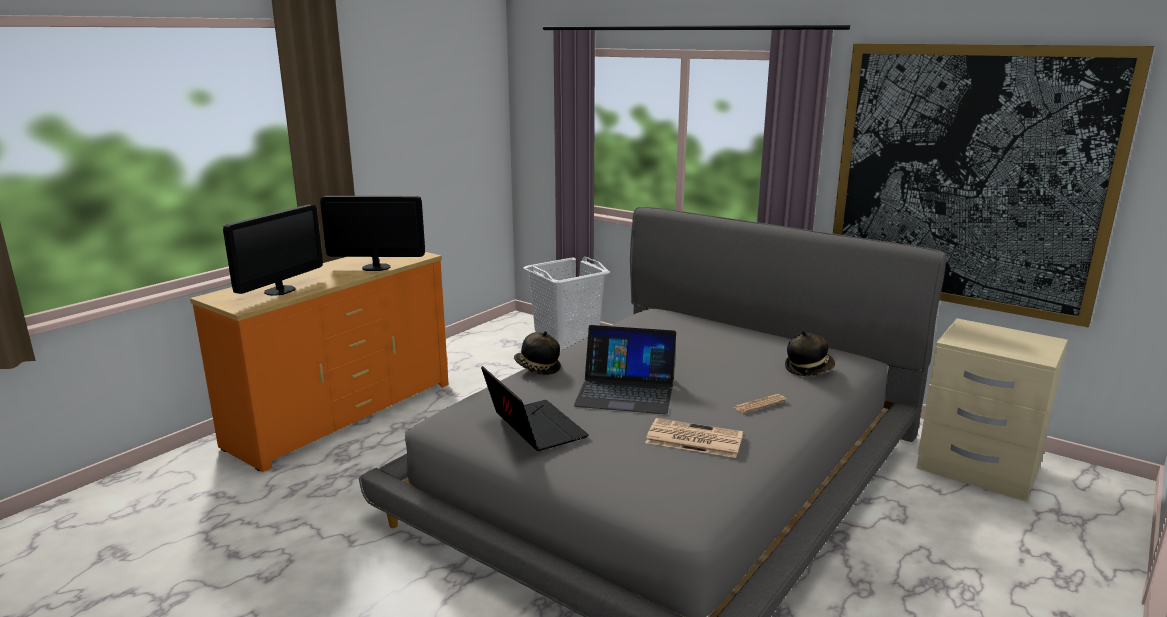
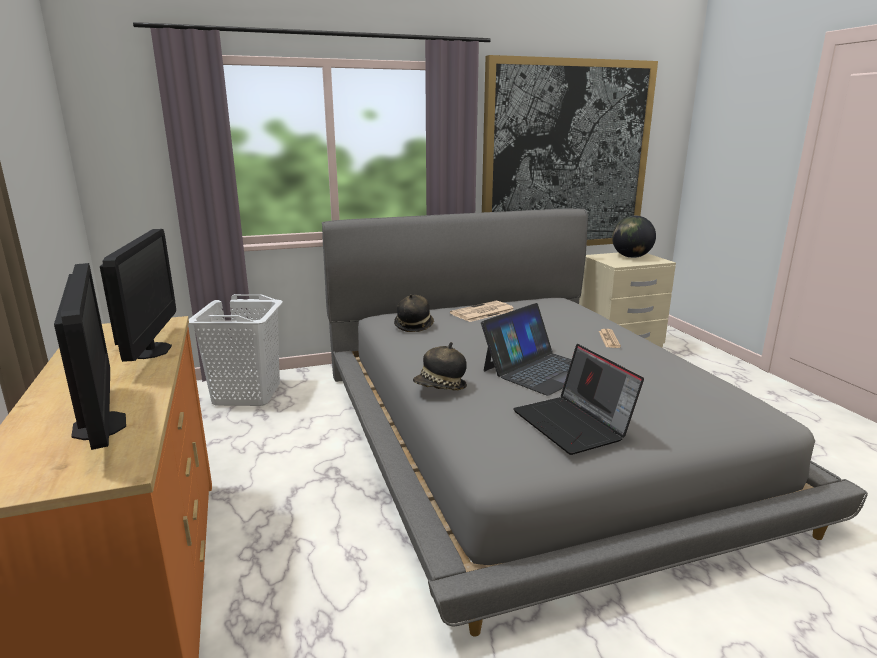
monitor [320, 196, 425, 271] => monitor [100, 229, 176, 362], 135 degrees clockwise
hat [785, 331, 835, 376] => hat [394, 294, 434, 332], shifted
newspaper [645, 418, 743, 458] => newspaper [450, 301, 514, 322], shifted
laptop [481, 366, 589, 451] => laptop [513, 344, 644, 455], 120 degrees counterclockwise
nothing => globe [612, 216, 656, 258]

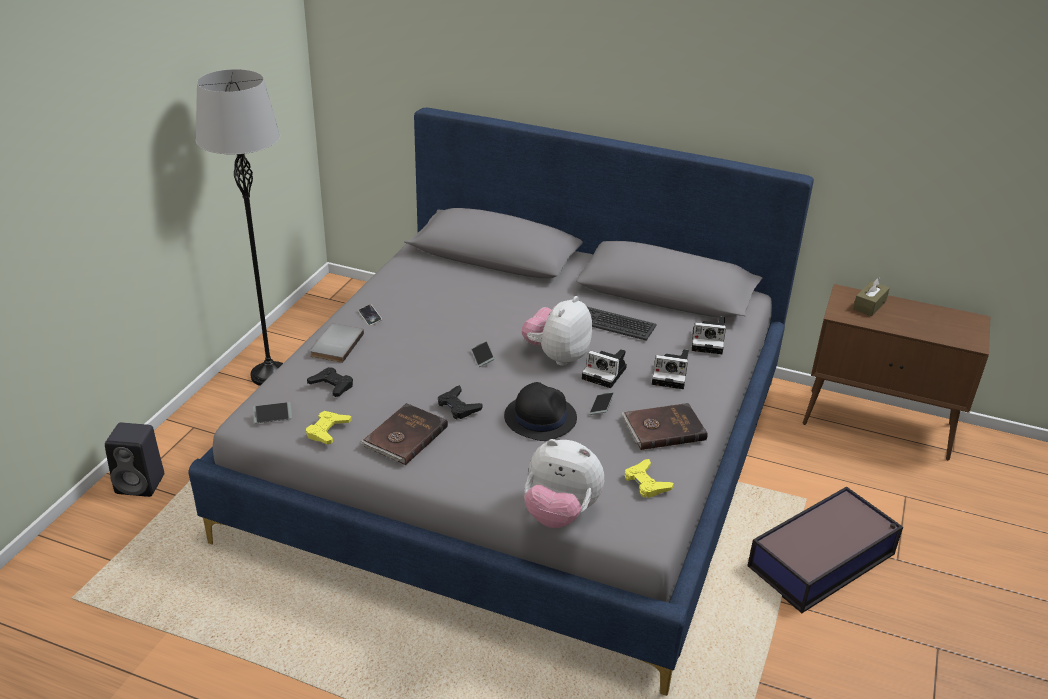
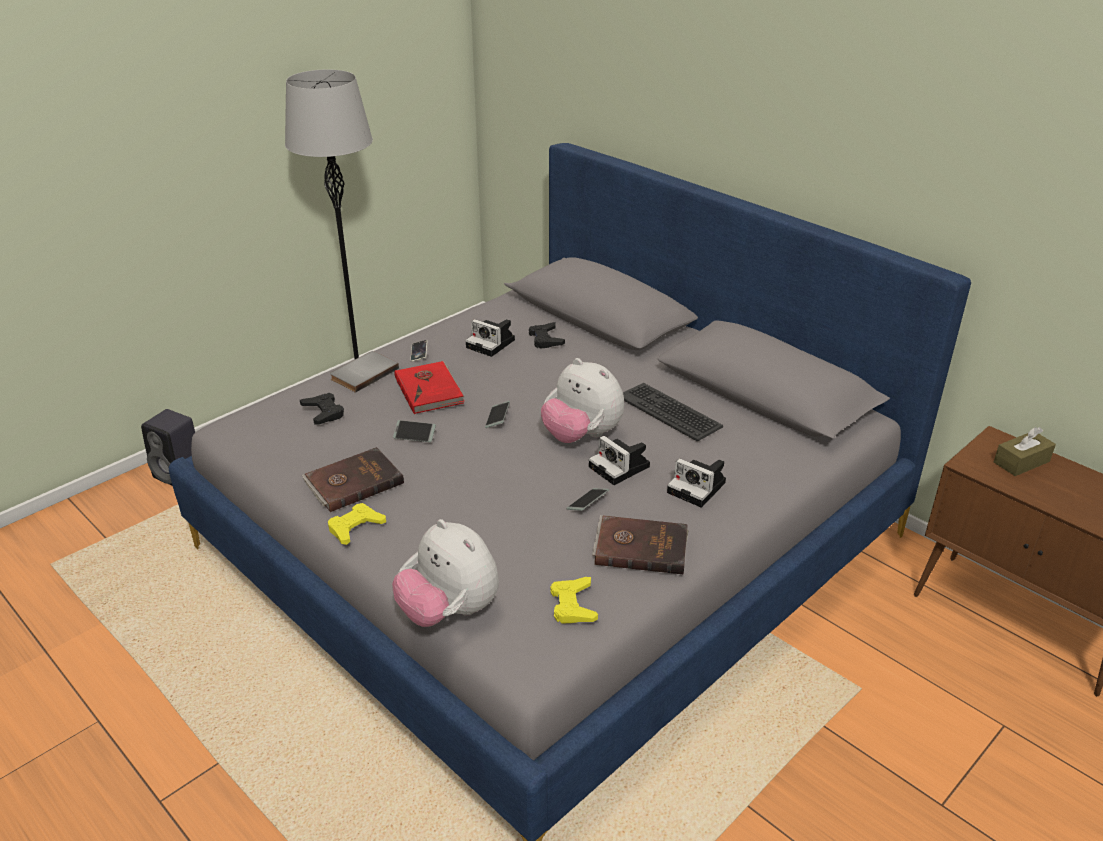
yellow game controller [306, 411, 352, 444] => yellow game controller [328, 503, 386, 545], shifted
phone [253, 402, 292, 423] => phone [393, 420, 436, 442], shifted
nothing => red book [395, 361, 465, 414]
photo camera [692, 316, 726, 354] => photo camera [465, 319, 515, 357], shifted
black game controller [438, 385, 483, 419] => black game controller [529, 322, 565, 349], shifted
plush toy [522, 296, 592, 366] => plush toy [541, 358, 624, 443], 105 degrees counterclockwise
black hat [504, 382, 577, 441] => nothing
storage box [747, 486, 903, 613] => nothing

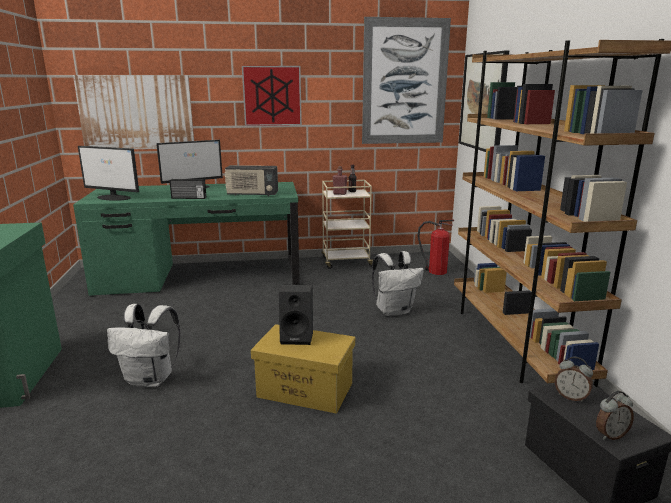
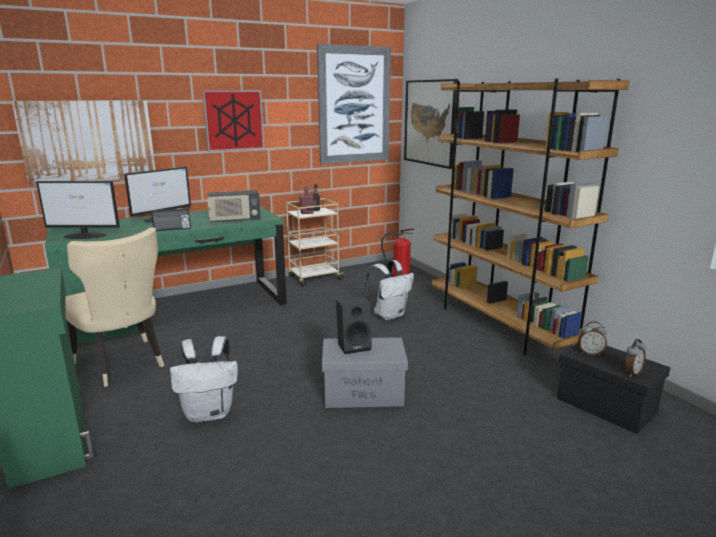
nothing => beige chair [65, 227, 165, 387]
yellow storage box [251, 324, 355, 414] => grey storage box [322, 337, 408, 408]

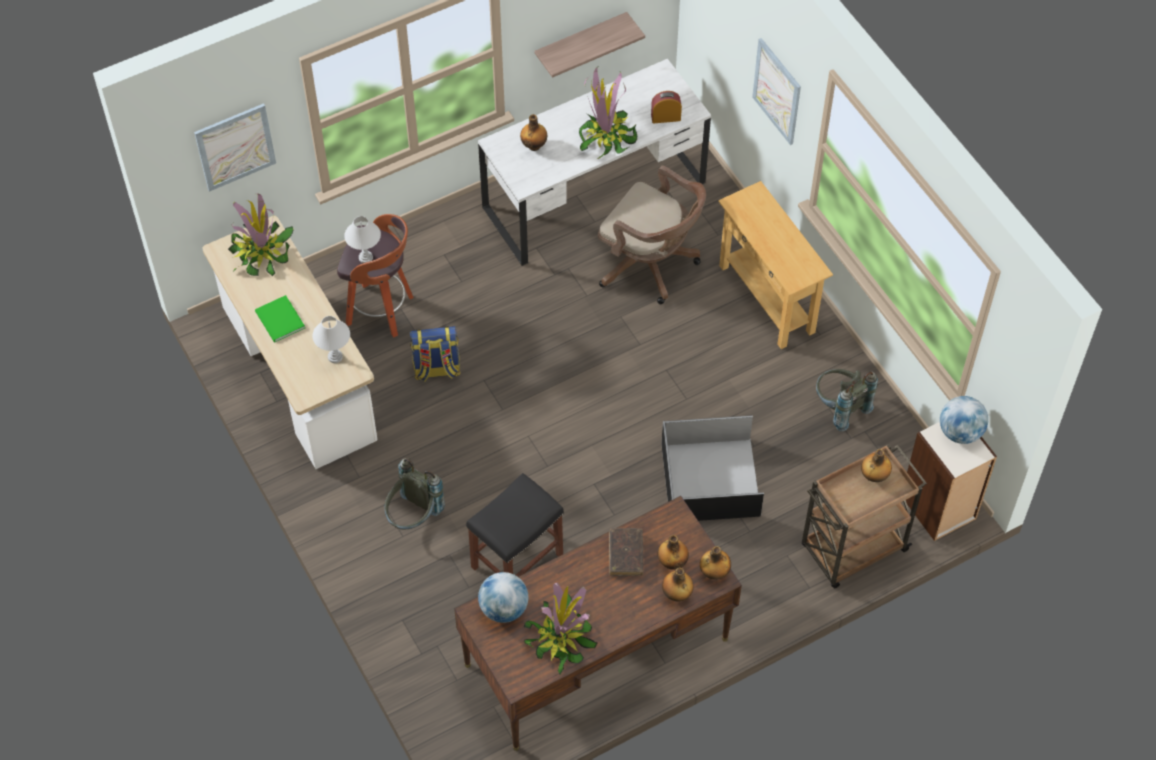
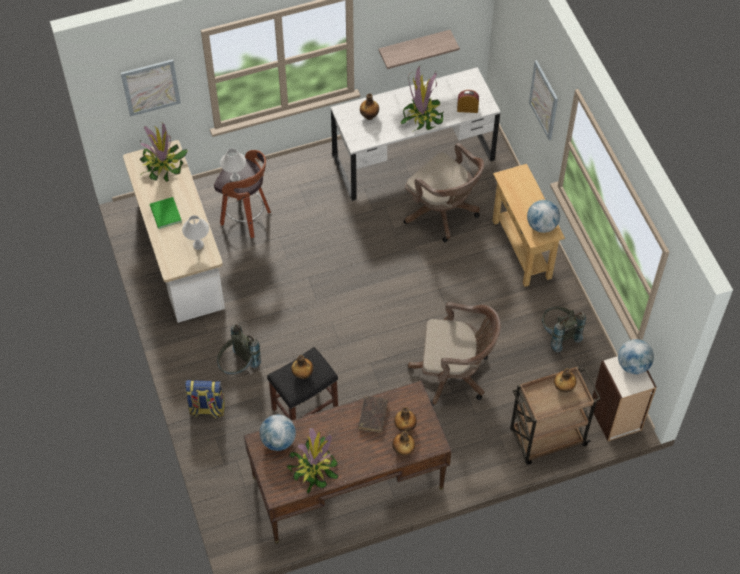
backpack [410, 326, 461, 382] => backpack [185, 380, 225, 418], shifted
bottle [700, 546, 731, 580] => bottle [291, 355, 314, 379], shifted
black storage box [661, 415, 764, 521] => brown office chair [408, 302, 501, 406]
nothing => globe [527, 200, 560, 233]

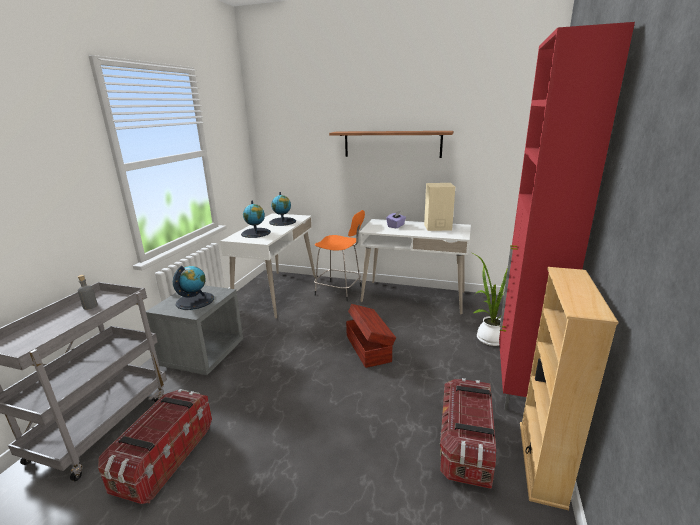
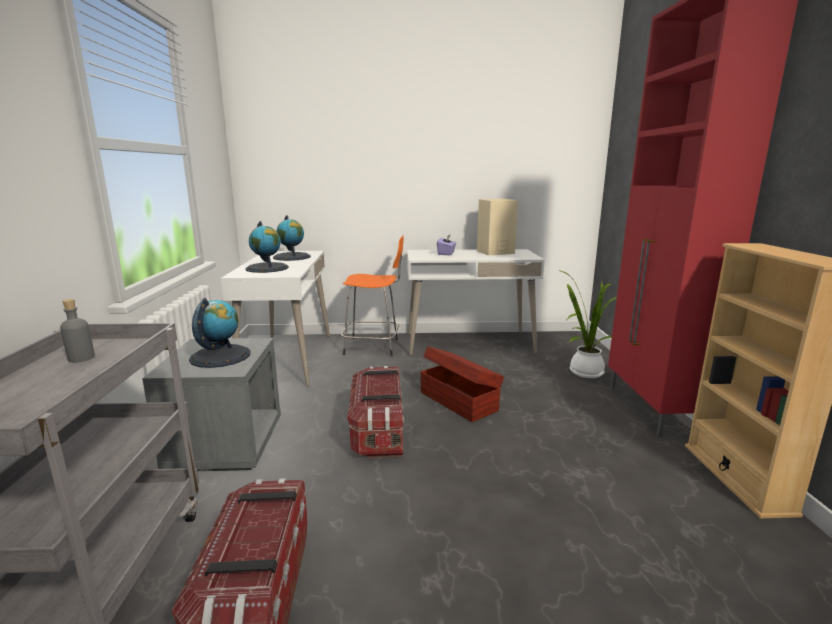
storage box [440, 378, 496, 489] => storage box [347, 366, 404, 458], shifted
shelf [329, 131, 454, 158] => nothing

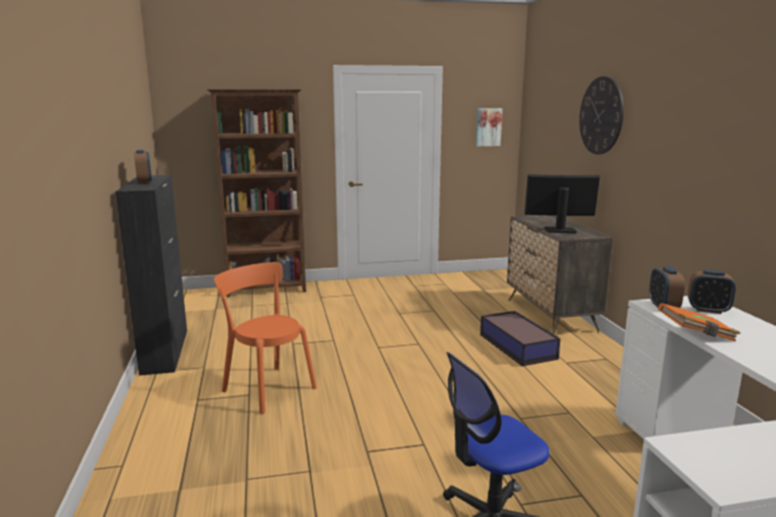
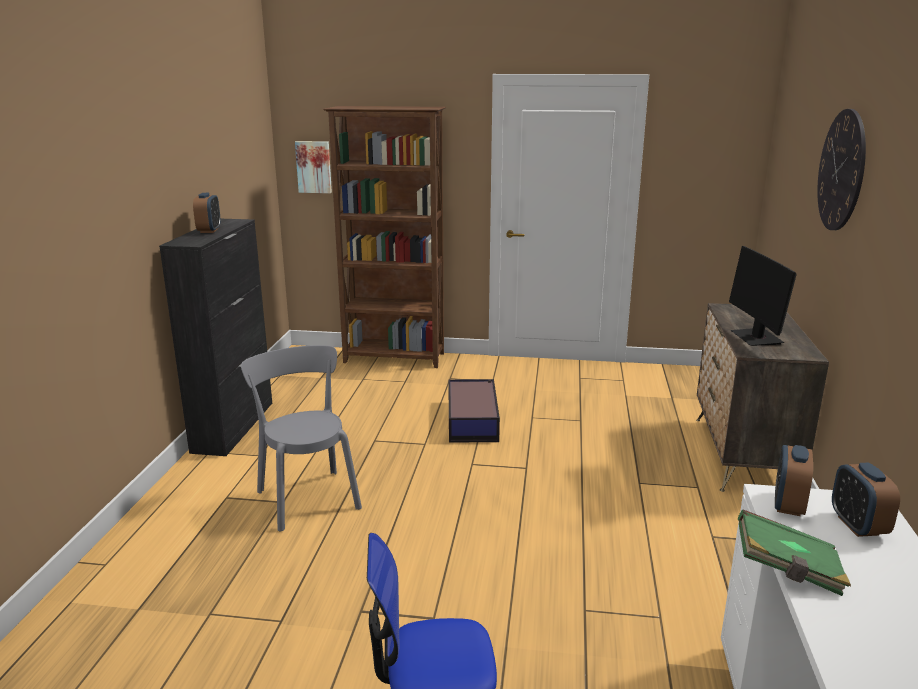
orange chair [214, 262, 317, 414] => grey chair [241, 345, 362, 532]
picture [476, 108, 502, 147] => picture [295, 141, 332, 193], shifted
storage box [480, 311, 560, 366] => storage box [449, 379, 500, 443], shifted
monitor [525, 174, 600, 233] => monitor [729, 246, 797, 346], 120 degrees counterclockwise
orange book [658, 303, 741, 341] => green book [738, 510, 851, 596]
alarm clock [688, 270, 736, 314] => alarm clock [832, 463, 900, 537], 45 degrees clockwise

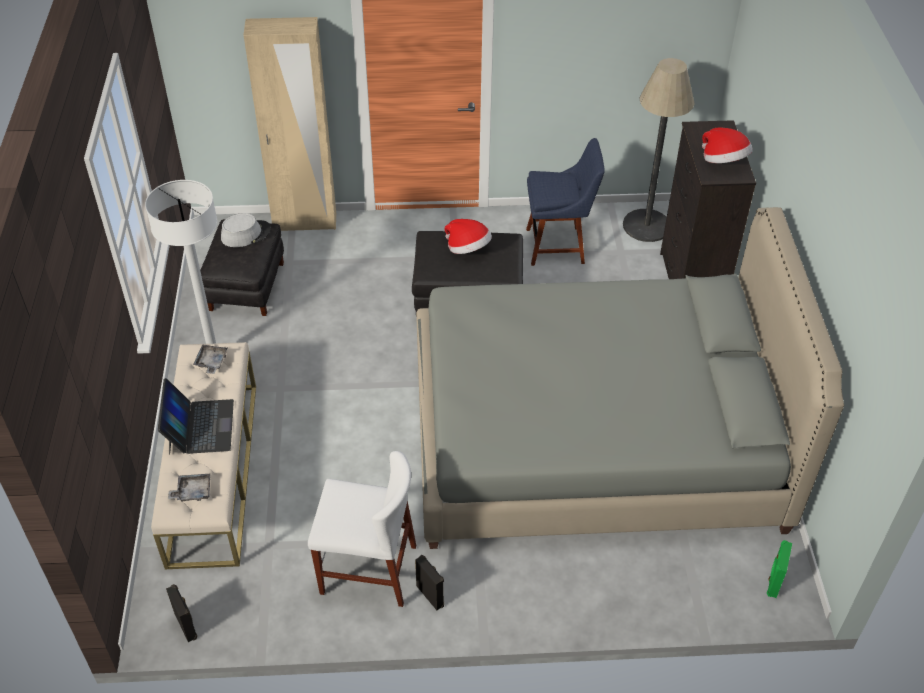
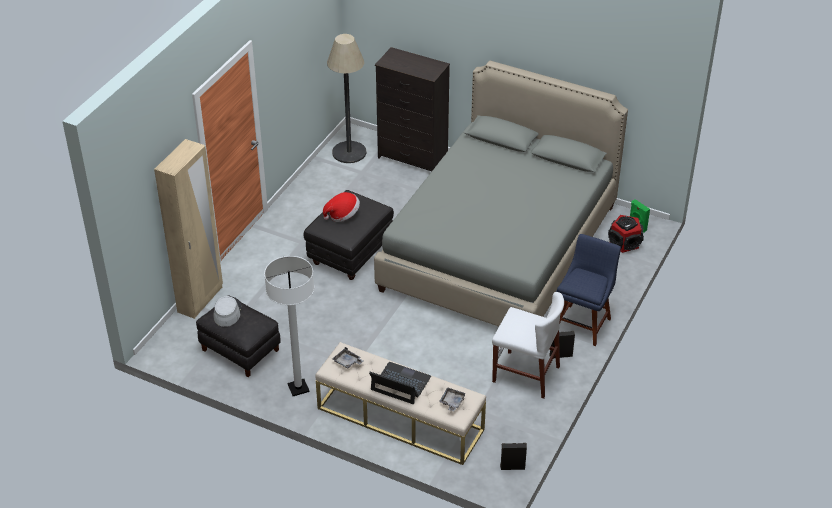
white chair [308, 451, 416, 607] => white chair [492, 292, 564, 399], 75 degrees clockwise
blue chair [526, 138, 605, 266] => blue chair [556, 234, 621, 346], shifted
nothing => speaker [608, 215, 644, 253]
hat [702, 128, 753, 163] => nothing

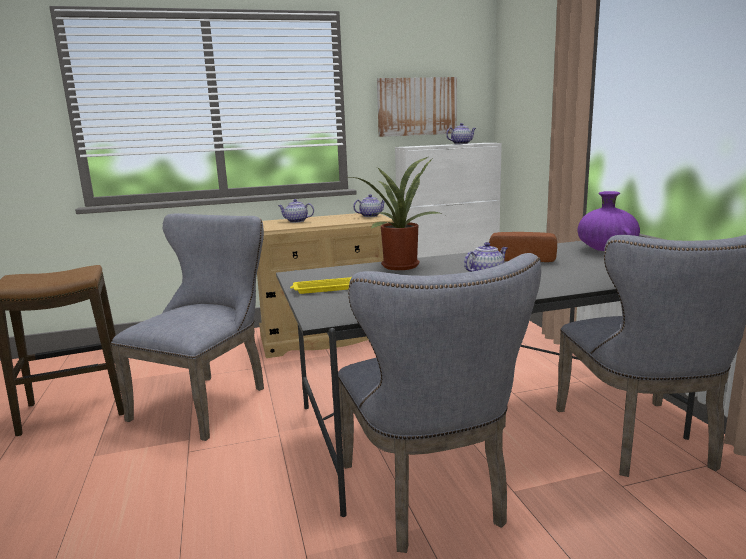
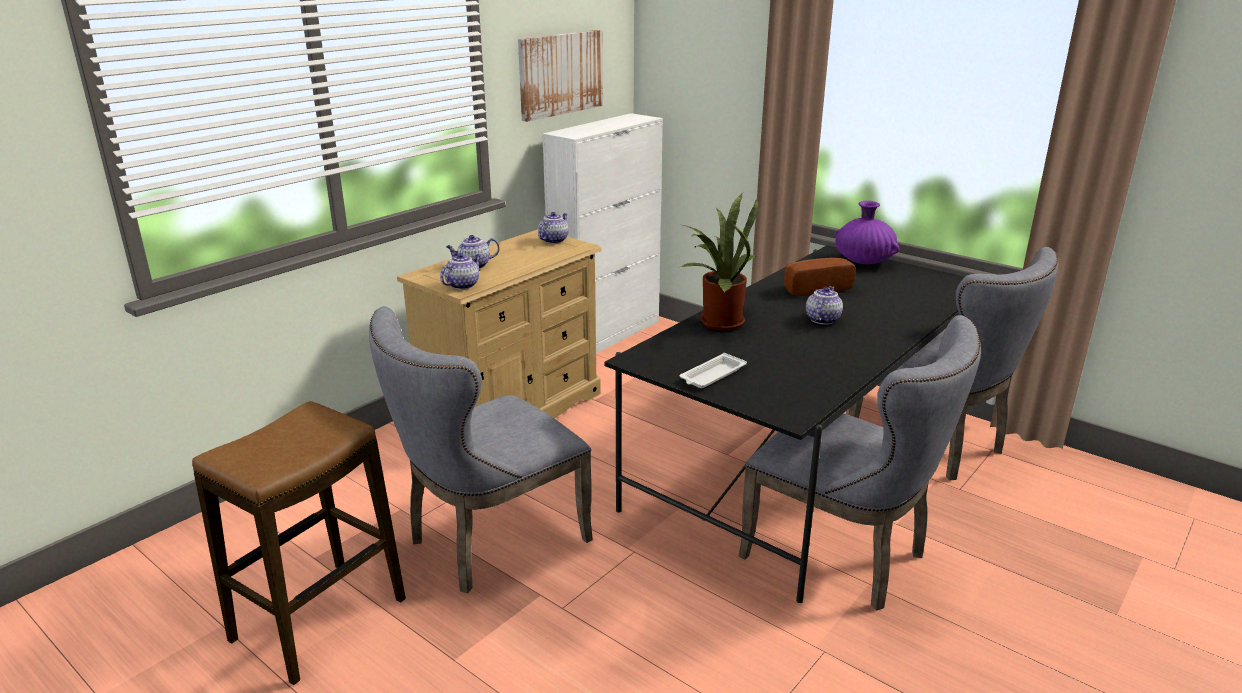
grey chair [111, 213, 264, 441] => grey chair [369, 306, 593, 593], 120 degrees counterclockwise
teapot [446, 123, 476, 144] => teapot [440, 253, 481, 290], shifted
yellow tray [290, 277, 351, 294] => white tray [680, 353, 747, 388]

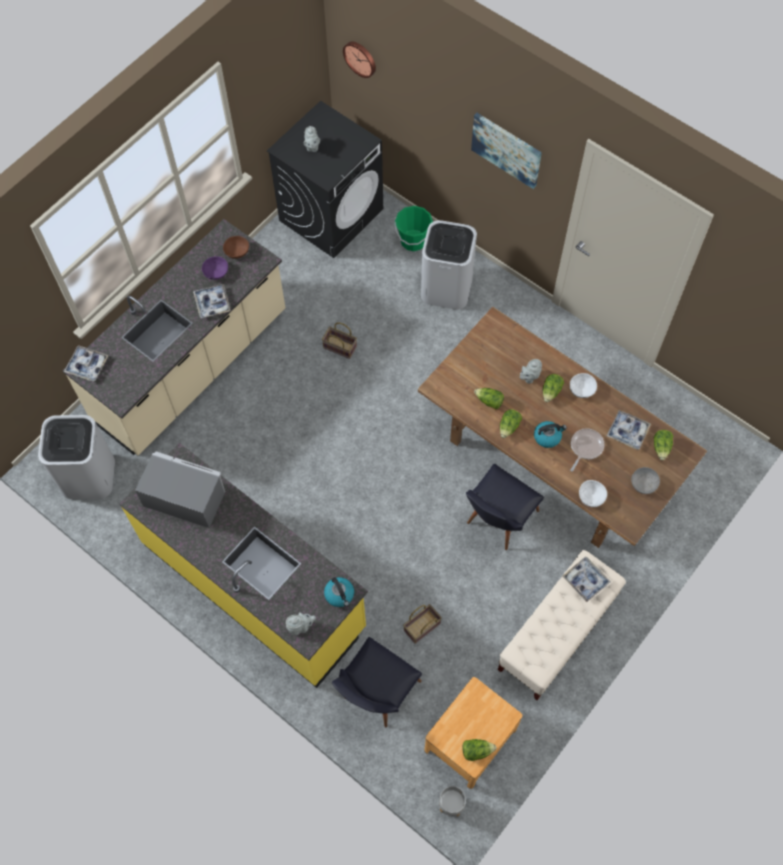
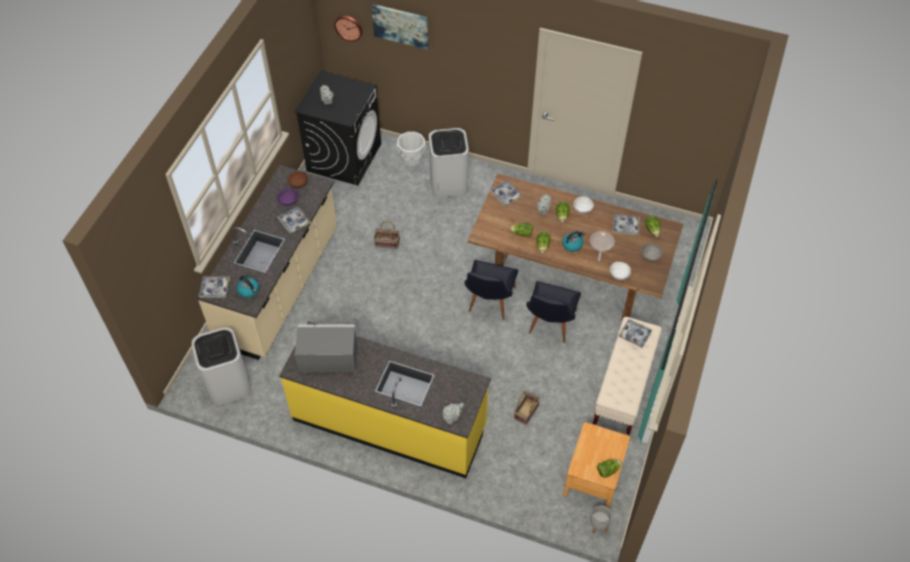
kettle [324, 577, 354, 607] => kettle [237, 276, 259, 298], shifted
picture [471, 113, 542, 189] => picture [372, 4, 428, 49], shifted
green bucket [394, 206, 433, 251] => white bucket [397, 132, 426, 166]
black chair [332, 637, 422, 727] => black chair [465, 260, 518, 320], shifted
nothing => tray [490, 180, 523, 206]

